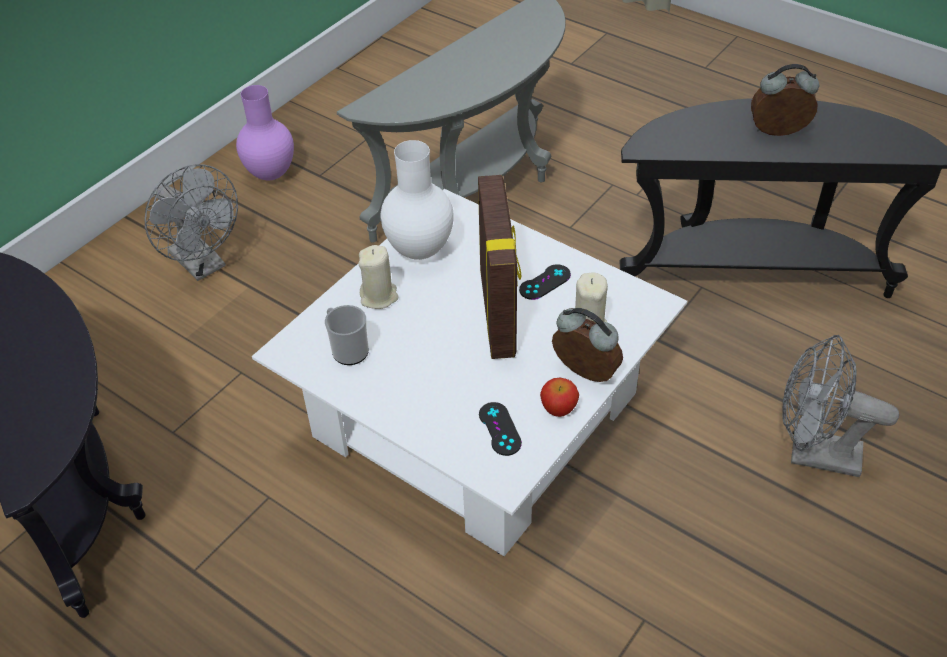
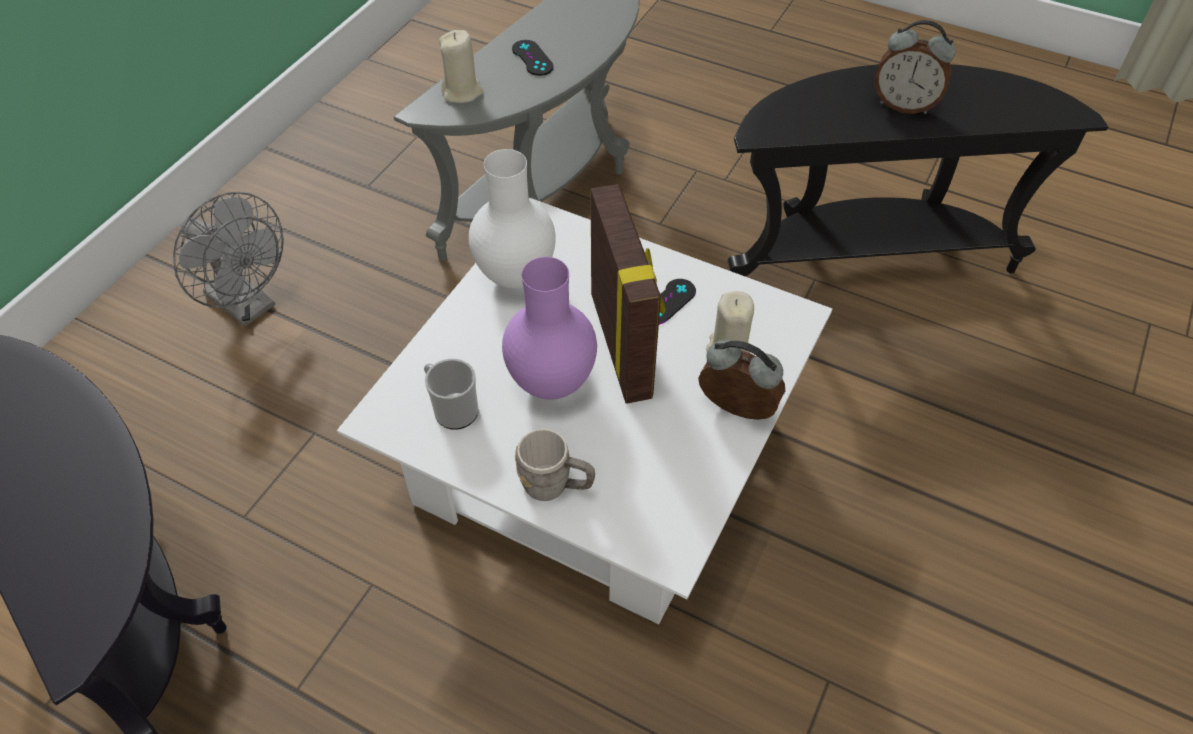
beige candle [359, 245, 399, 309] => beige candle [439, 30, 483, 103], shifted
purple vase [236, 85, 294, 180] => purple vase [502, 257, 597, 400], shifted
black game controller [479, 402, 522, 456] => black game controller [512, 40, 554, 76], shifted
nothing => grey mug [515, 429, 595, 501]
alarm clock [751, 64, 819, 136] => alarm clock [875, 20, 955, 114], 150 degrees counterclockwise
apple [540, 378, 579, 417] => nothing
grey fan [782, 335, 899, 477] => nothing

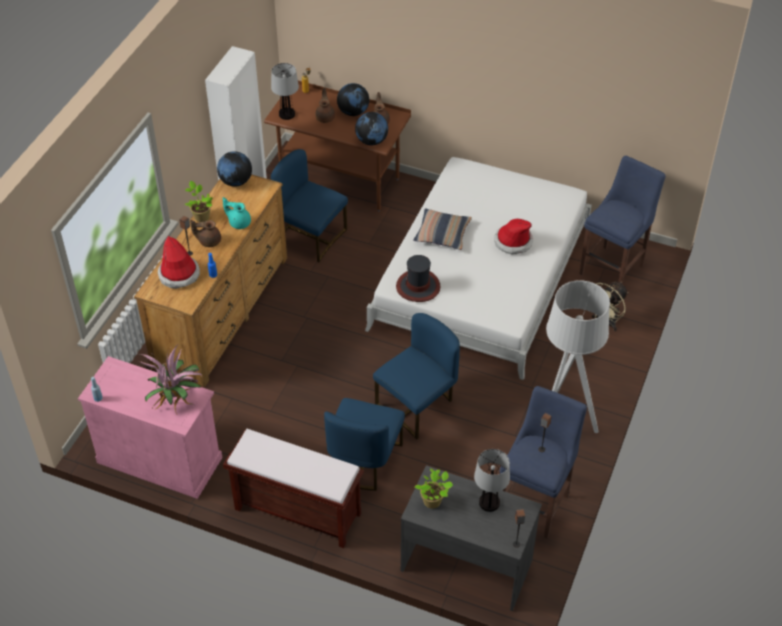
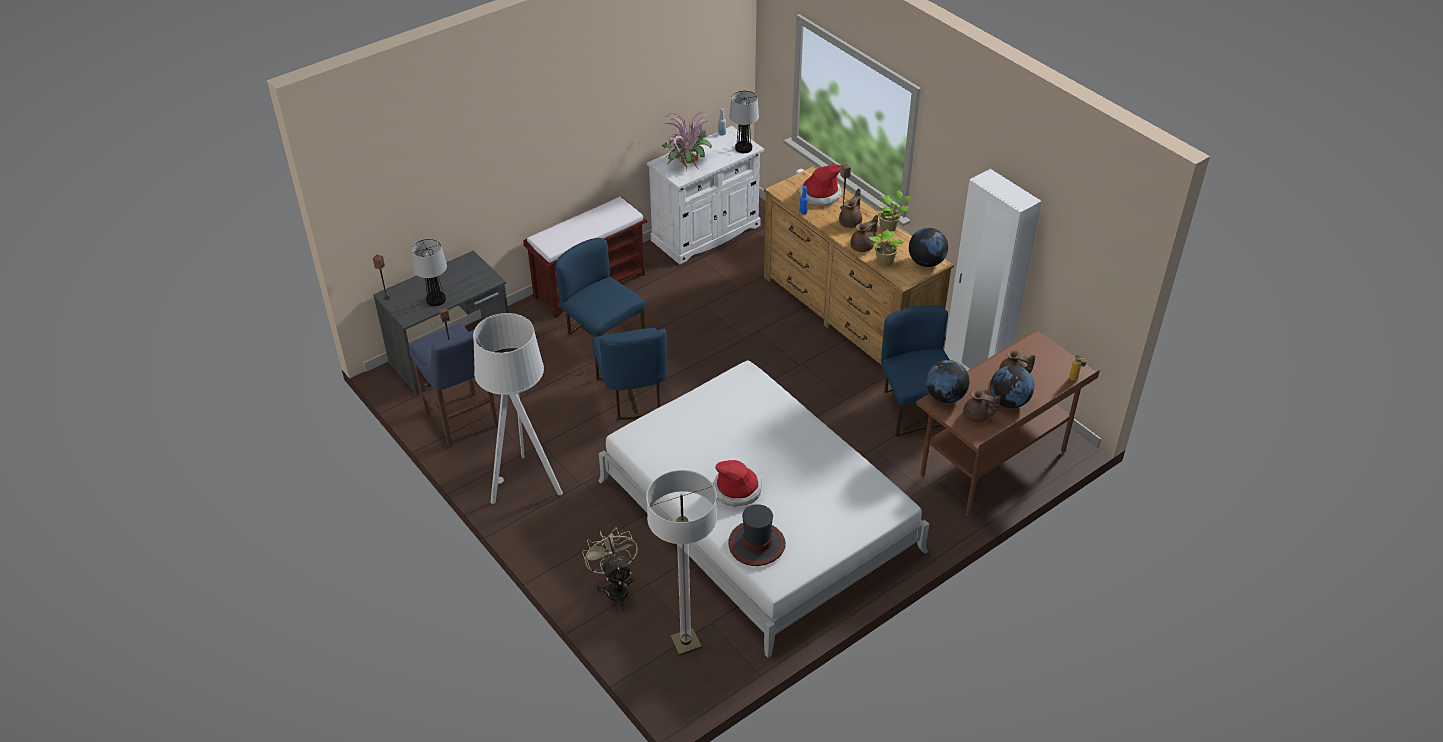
blue stool [580, 156, 666, 284] => floor lamp [646, 470, 717, 656]
pink cabinet [78, 356, 222, 499] => white cabinet [647, 126, 764, 264]
hat [396, 255, 440, 302] => hat [728, 504, 786, 566], shifted
table lamp [271, 63, 299, 120] => table lamp [729, 90, 759, 153], shifted
turquoise teapot [223, 197, 251, 229] => brown teapot [850, 215, 878, 252]
potted plant [415, 469, 453, 509] => potted plant [869, 230, 904, 266], shifted
blue chair [271, 149, 348, 262] => blue chair [881, 305, 950, 437], 75 degrees counterclockwise
pillow [413, 208, 472, 250] => nothing

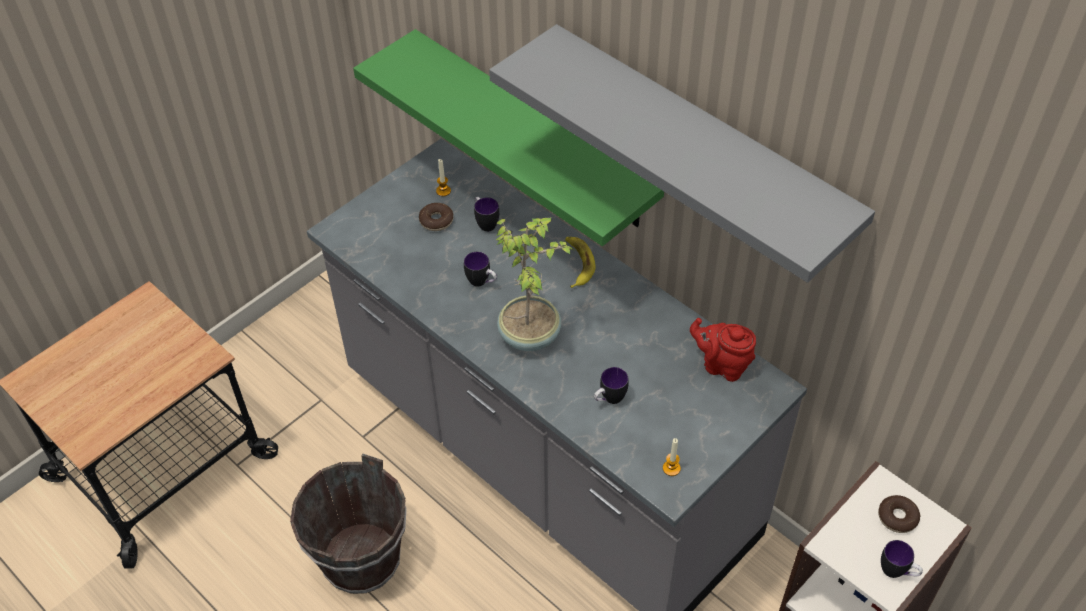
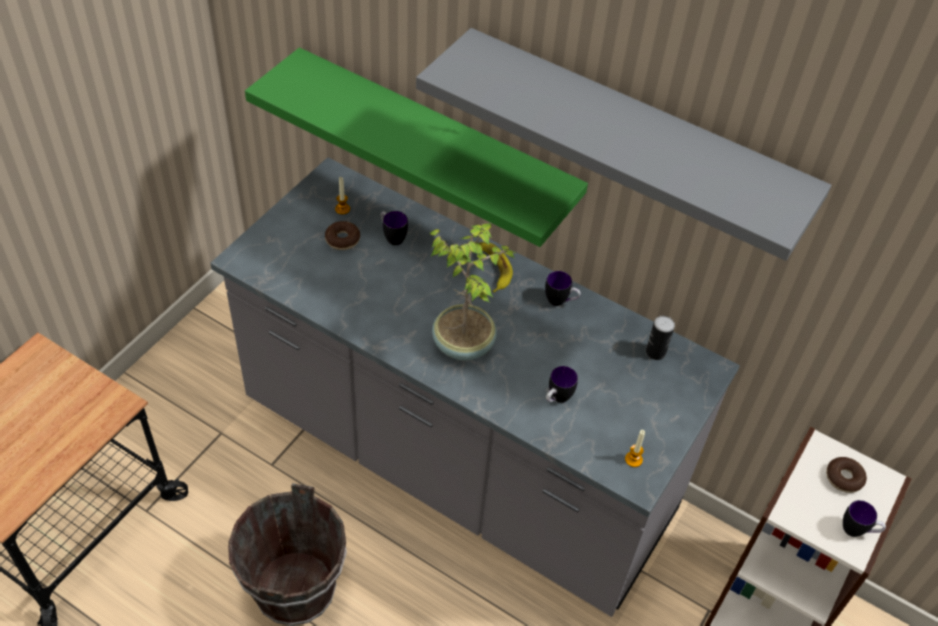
mug [464, 252, 497, 287] => mug [545, 271, 581, 306], shifted
red teapot [690, 318, 756, 382] => can [646, 315, 675, 360]

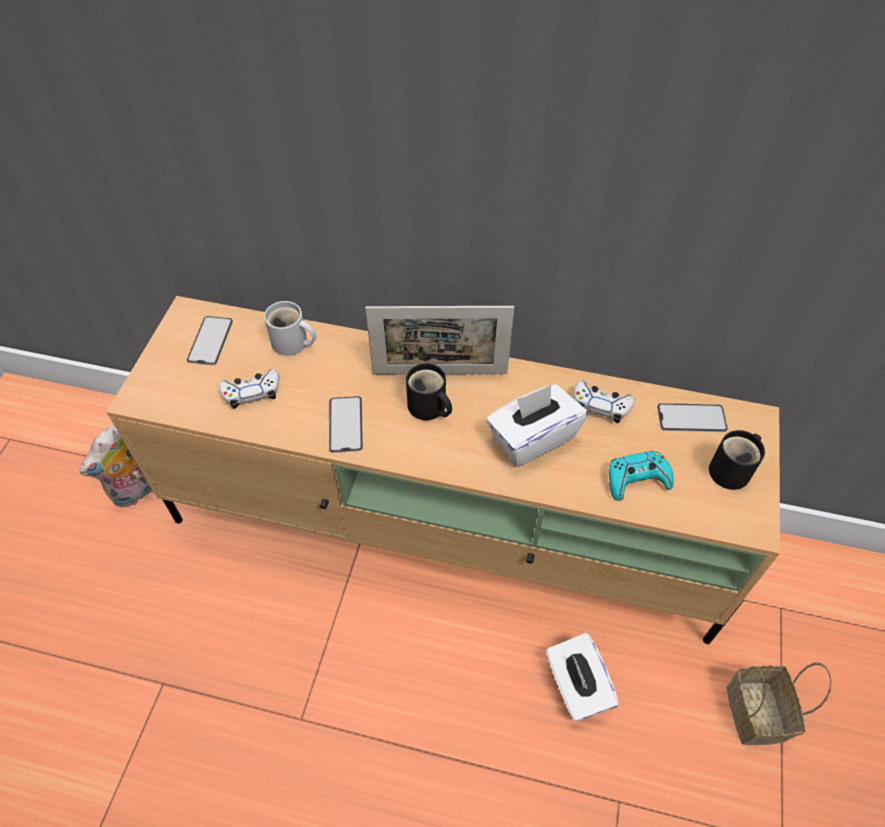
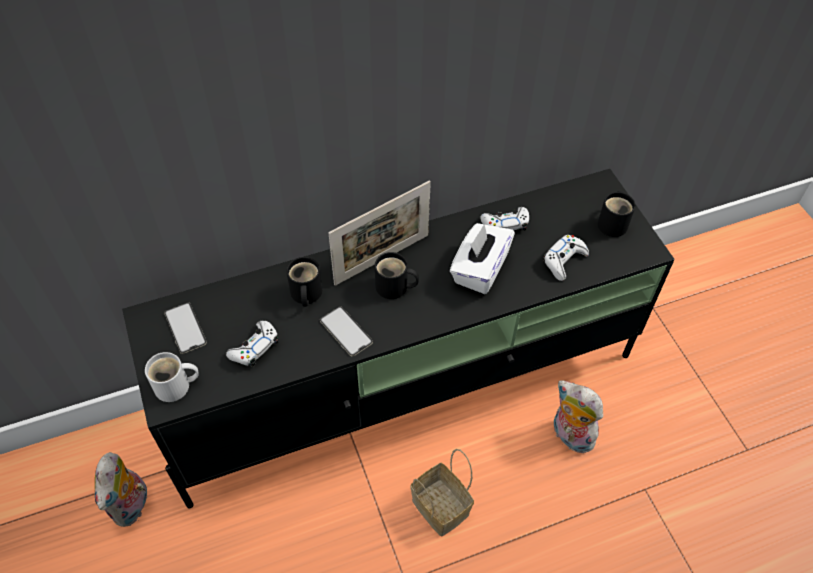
beige tv stand [107, 296, 780, 644] => black tv stand [122, 169, 675, 508]
white mug [264, 301, 316, 356] => white mug [145, 352, 199, 402], shifted
nothing => black mug [287, 257, 322, 307]
basket [727, 662, 832, 745] => basket [410, 449, 474, 536], shifted
turquoise game controller [609, 451, 674, 501] => white game controller [543, 235, 589, 281]
white tissue box [546, 633, 619, 721] => plush toy [553, 380, 603, 453]
phone [657, 403, 728, 432] => nothing

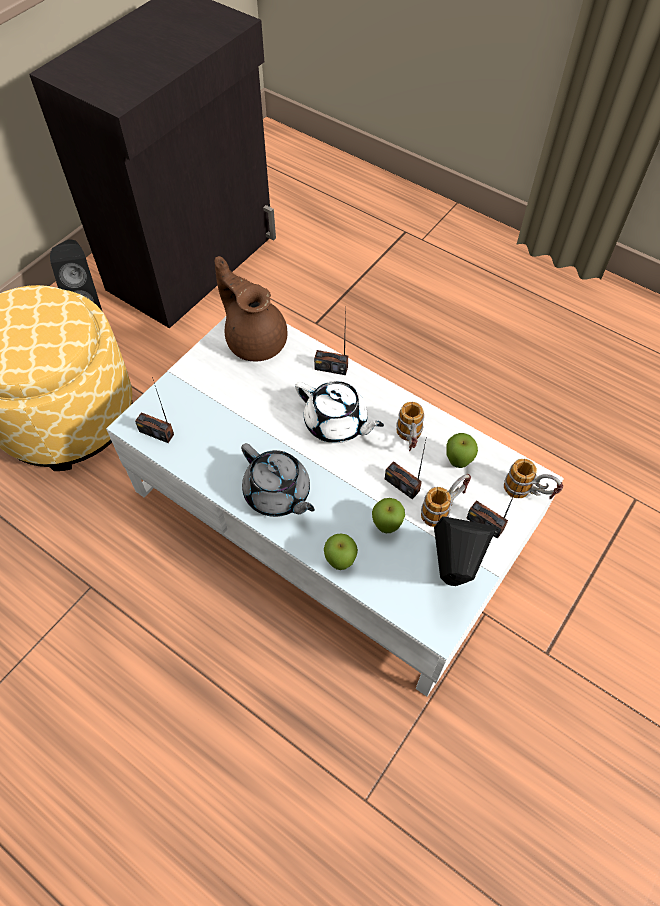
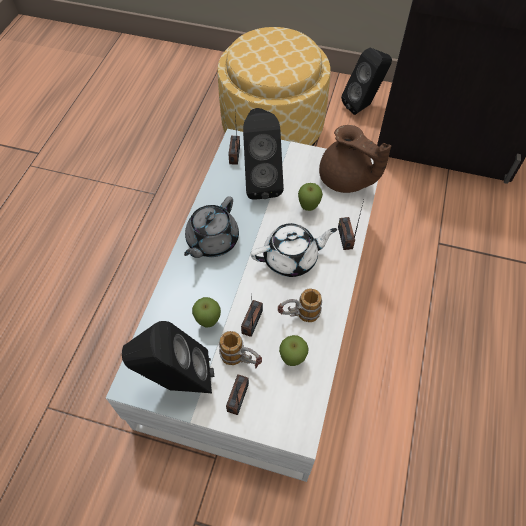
nothing => black speaker [243, 108, 284, 200]
white teapot [295, 381, 384, 443] => white teapot [251, 223, 337, 277], 120 degrees counterclockwise
apple [324, 533, 358, 570] => apple [298, 183, 323, 211], shifted
brown teapot [215, 256, 287, 361] => brown teapot [319, 125, 391, 193], 105 degrees clockwise
mug [504, 459, 563, 499] => nothing

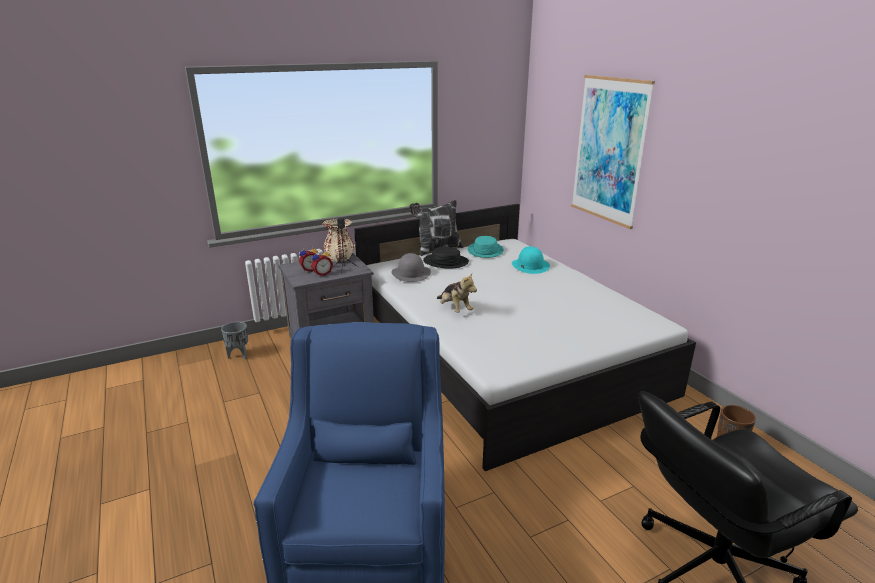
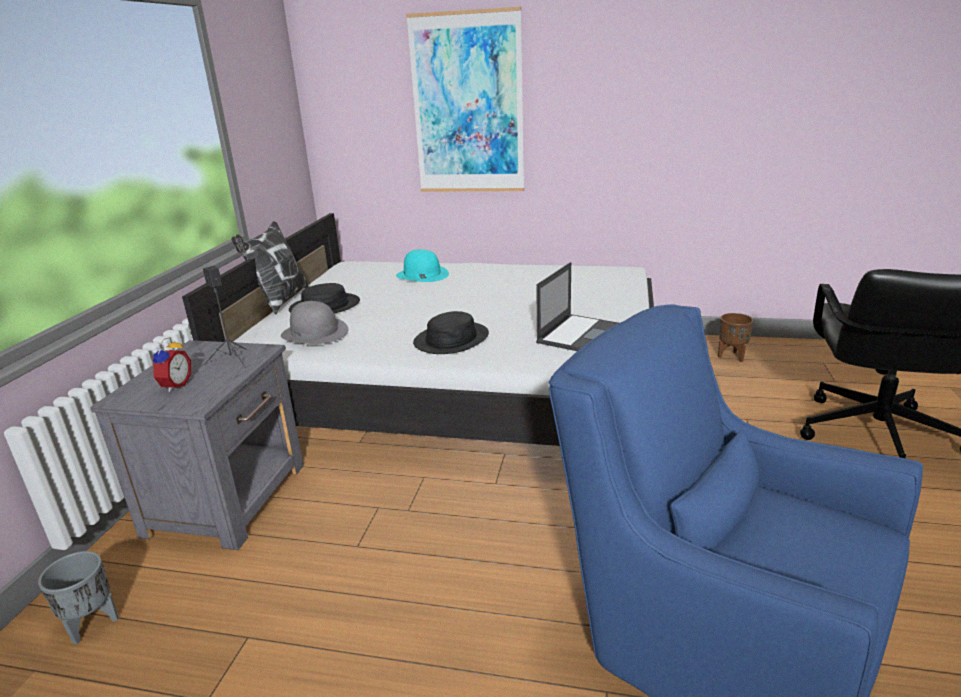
plush toy [437, 274, 477, 313] => black hat [413, 311, 489, 354]
nothing => laptop [536, 262, 618, 351]
alarm clock [311, 249, 333, 276] => nothing
beige vase [323, 219, 354, 262] => nothing
turquoise hat [467, 236, 504, 258] => nothing

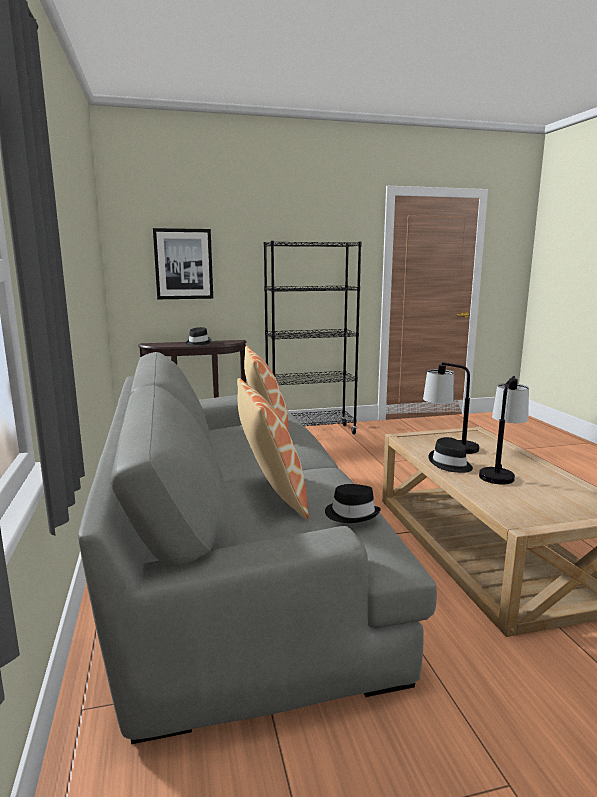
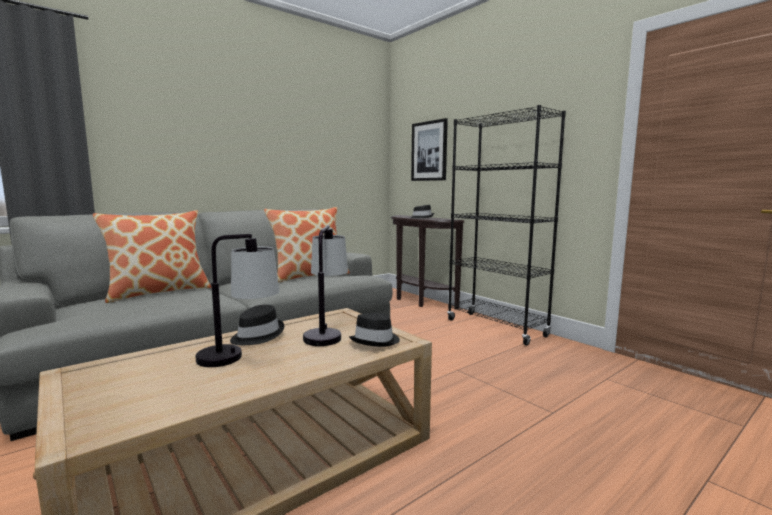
black hat [325, 484, 381, 523] => black hat [349, 313, 400, 347], shifted

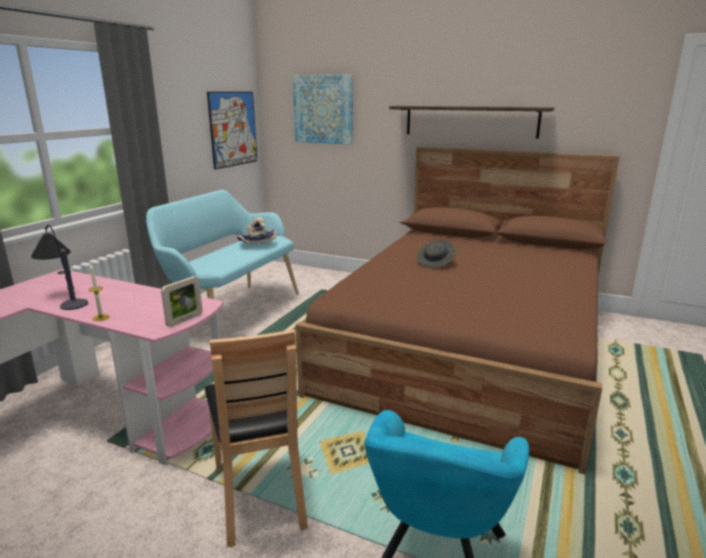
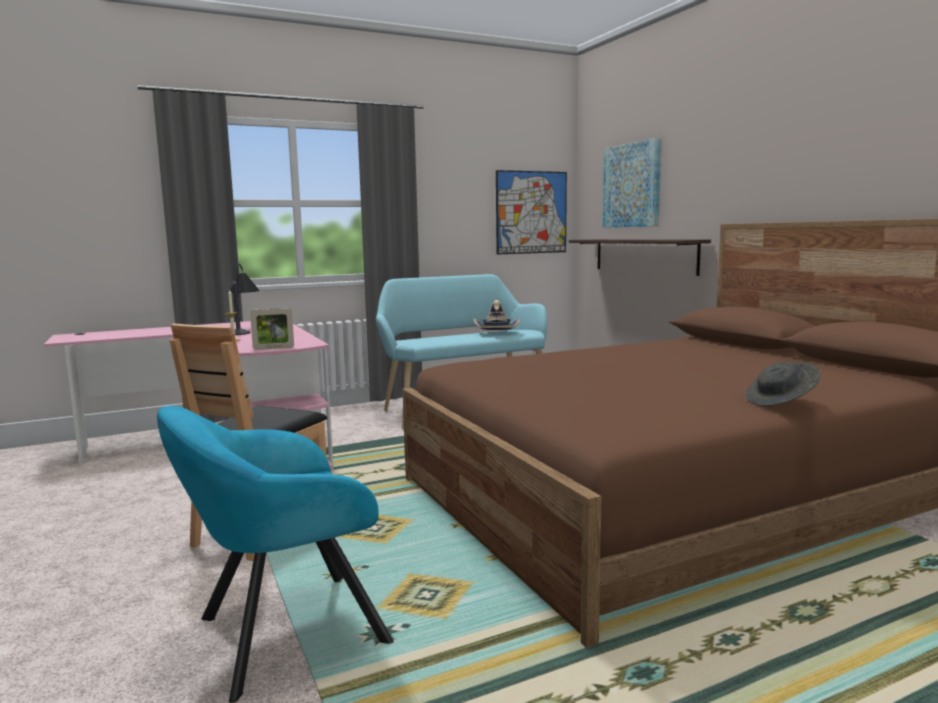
shelf [389, 106, 554, 139] => shelf [569, 239, 711, 276], shifted
grey hat [417, 240, 456, 268] => grey hat [746, 362, 820, 406], shifted

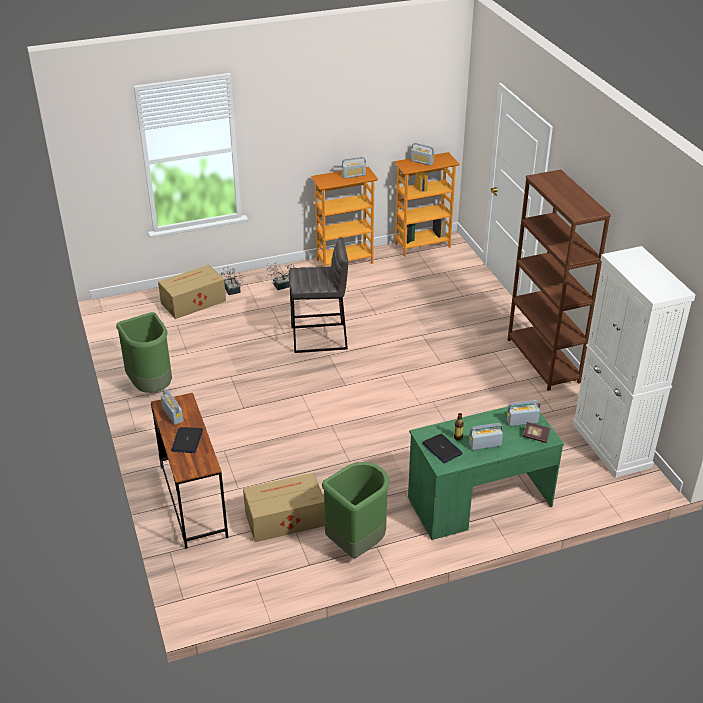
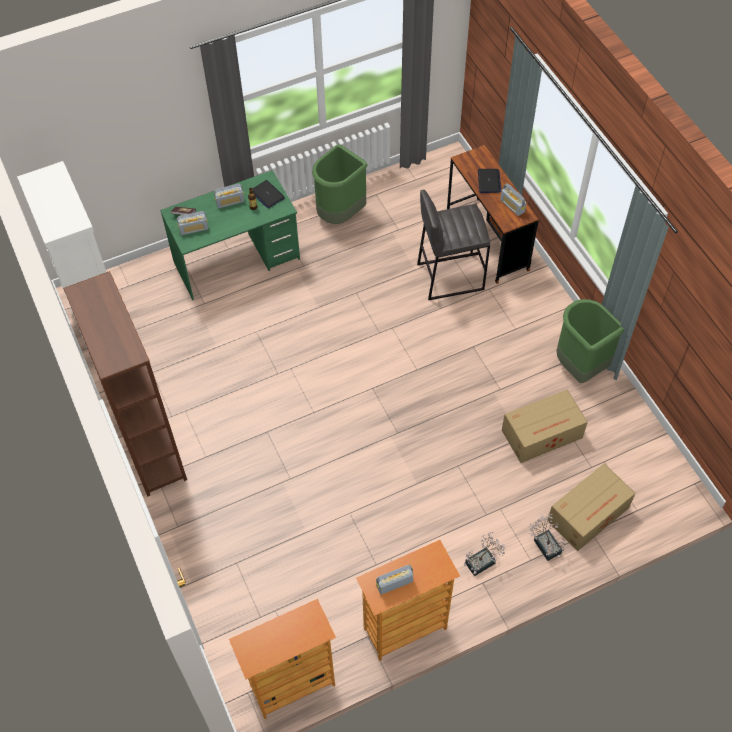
grey stool [289, 237, 348, 353] => grey stool [417, 190, 490, 300], shifted
cardboard box [243, 473, 325, 542] => cardboard box [502, 389, 588, 463], shifted
radio [411, 143, 434, 166] => nothing

